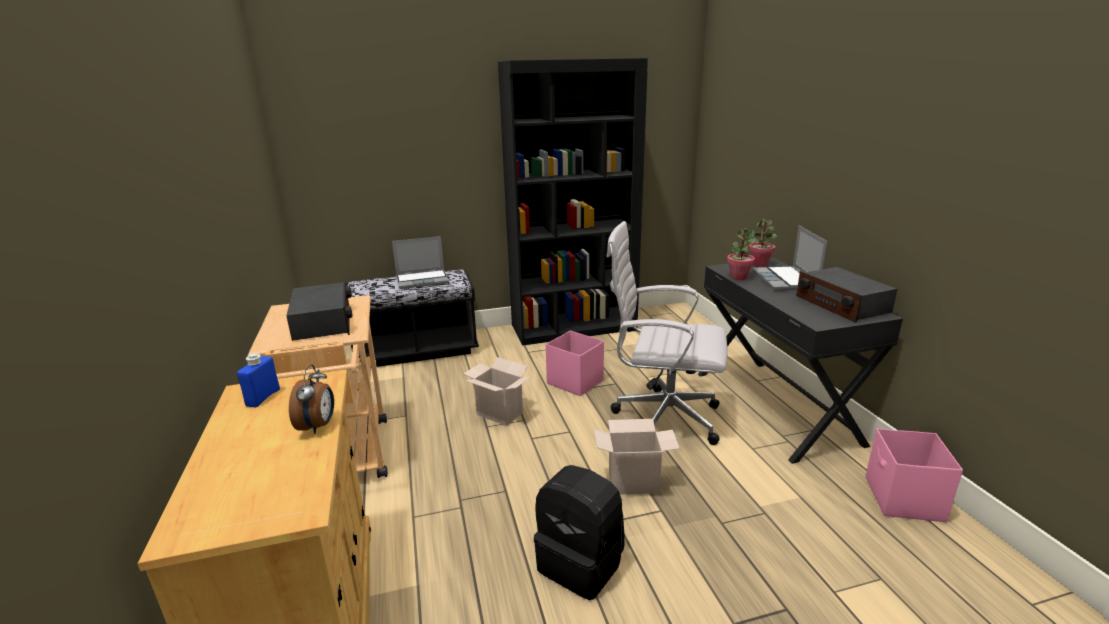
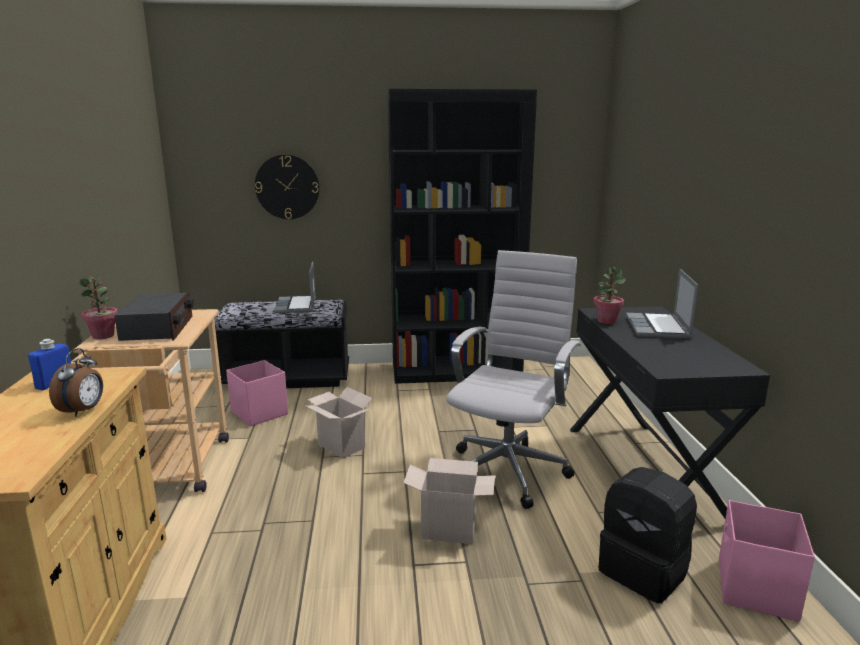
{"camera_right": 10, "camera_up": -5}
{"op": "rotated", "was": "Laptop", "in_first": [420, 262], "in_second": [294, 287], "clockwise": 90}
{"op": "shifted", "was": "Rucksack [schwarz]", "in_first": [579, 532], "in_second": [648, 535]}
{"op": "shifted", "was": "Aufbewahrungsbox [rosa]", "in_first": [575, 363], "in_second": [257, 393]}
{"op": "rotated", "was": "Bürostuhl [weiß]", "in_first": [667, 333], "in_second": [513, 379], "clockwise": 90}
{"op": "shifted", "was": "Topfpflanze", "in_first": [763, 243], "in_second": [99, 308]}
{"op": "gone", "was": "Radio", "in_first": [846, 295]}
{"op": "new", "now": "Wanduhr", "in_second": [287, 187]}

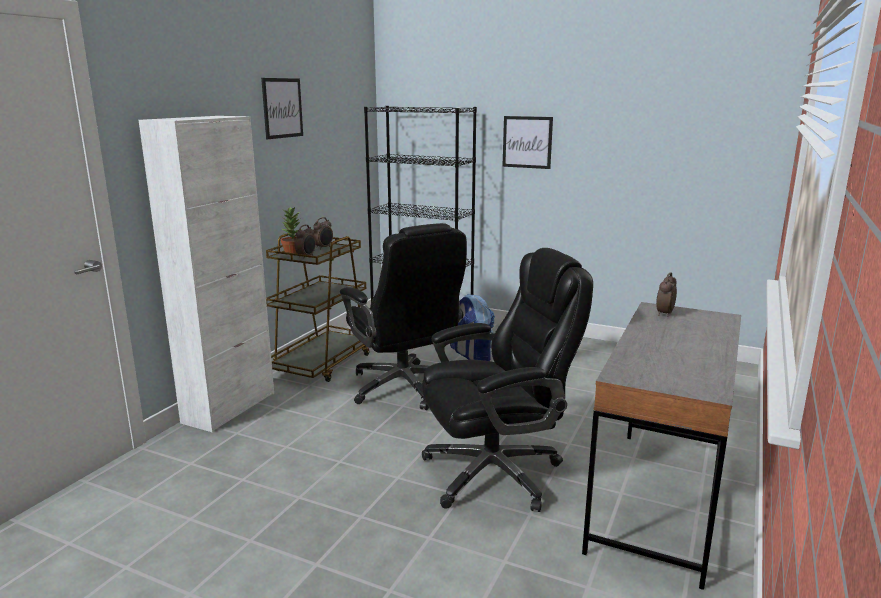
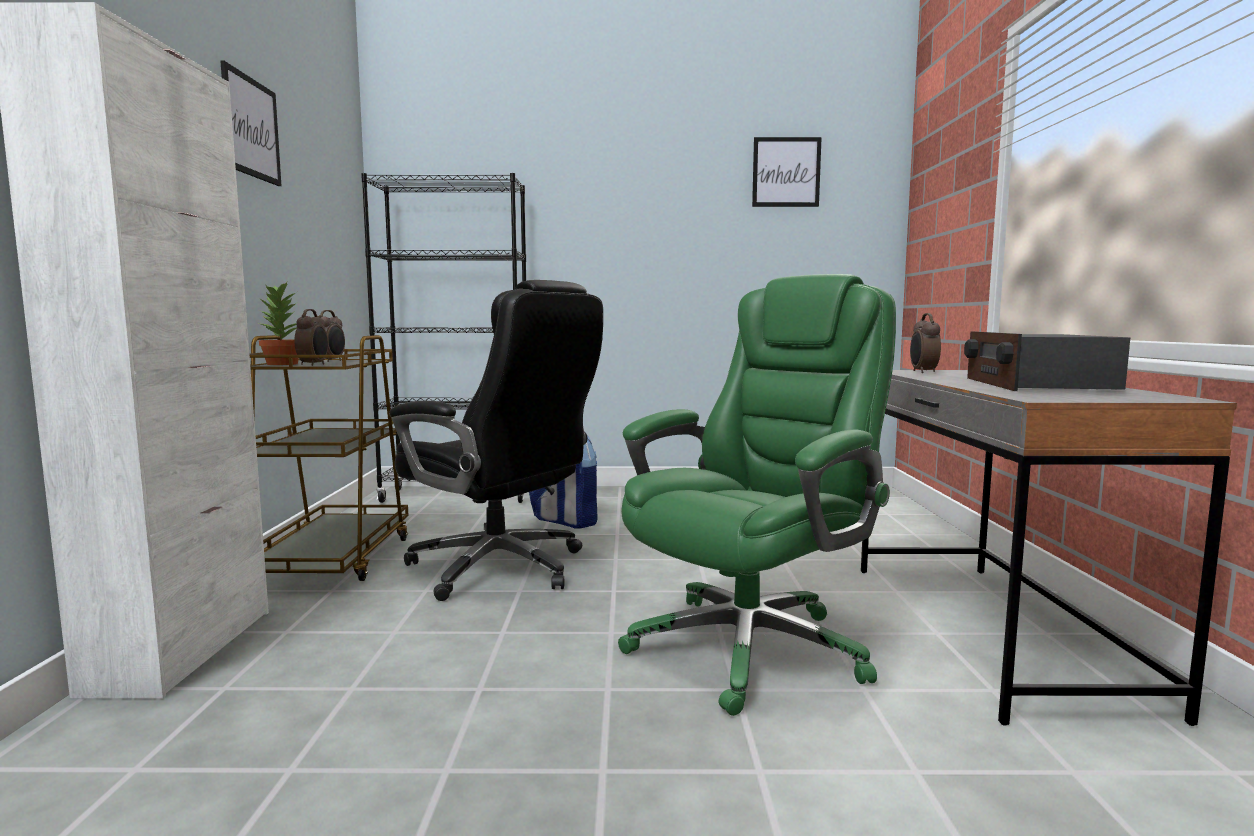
{"camera_right": -25, "camera_up": -10}
{"op": "repainted", "was": "Bürostuhl [schwarz]", "now": "Bürostuhl [grün]", "in_first": [507, 380], "in_second": [757, 495]}
{"op": "shifted", "was": "Bild", "in_first": [527, 142], "in_second": [787, 172]}
{"op": "new", "now": "Radio", "in_second": [1047, 361]}

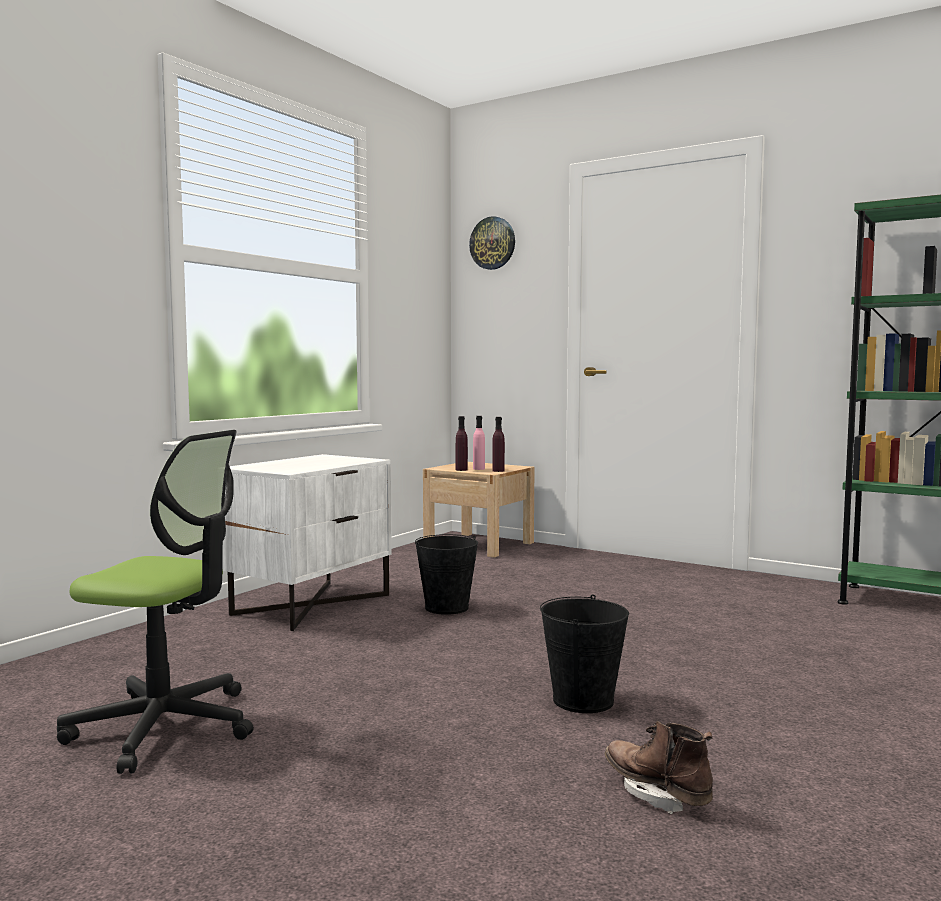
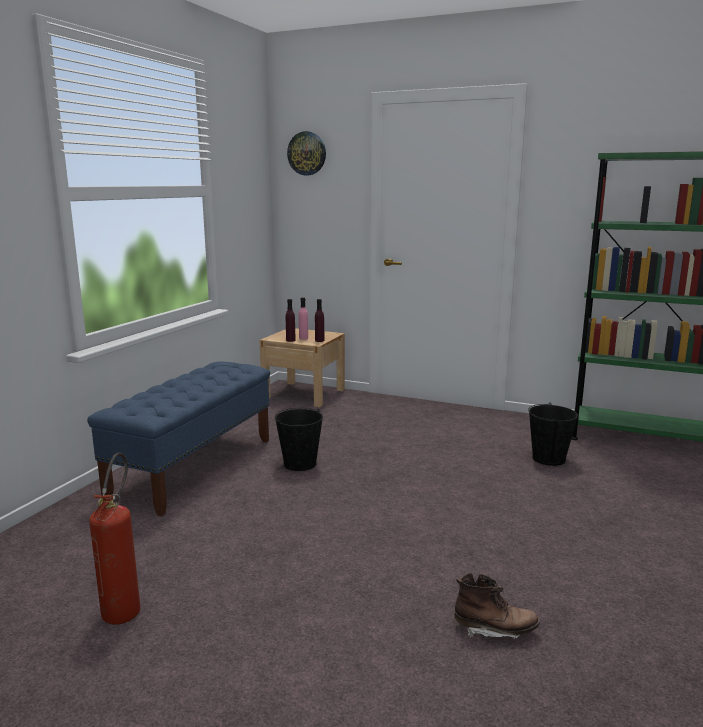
{"camera_right": -10, "camera_up": 10}
{"op": "swapped", "was": "Bürostuhl", "now": "Feuerlöscher", "in_first": [155, 602], "in_second": [114, 538]}
{"op": "swapped", "was": "Nachttisch [weiß]", "now": "Bank [blau]", "in_first": [307, 542], "in_second": [178, 438]}
{"op": "shifted", "was": "Eimer [schwarz]", "in_first": [584, 653], "in_second": [553, 434]}
{"op": "rotated", "was": "Stiefel [braun]", "in_first": [658, 767], "in_second": [497, 606], "clockwise": 150}

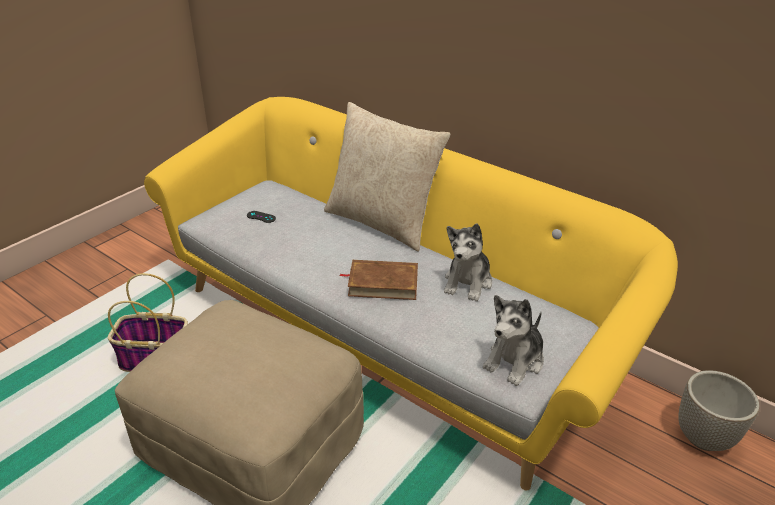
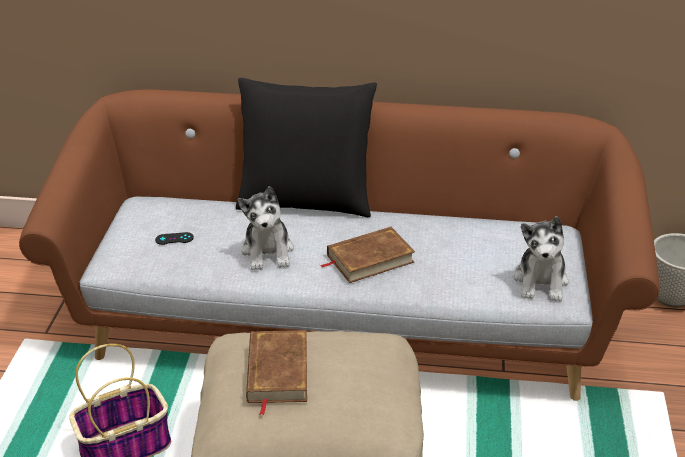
{"camera_right": -30, "camera_up": 0}
{"op": "repainted", "was": "Sofa [gelb]", "now": "Sofa [braun]", "in_first": [411, 294], "in_second": [339, 245]}
{"op": "repainted", "was": "Kissen [beige]", "now": "Kissen [schwarz]", "in_first": [387, 177], "in_second": [306, 147]}
{"op": "shifted", "was": "Plüschtier", "in_first": [468, 262], "in_second": [265, 228]}
{"op": "new", "now": "Buch [braun]", "in_second": [276, 372]}

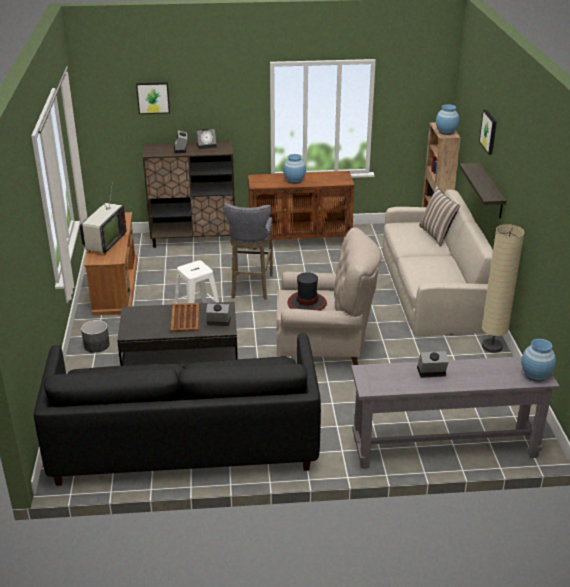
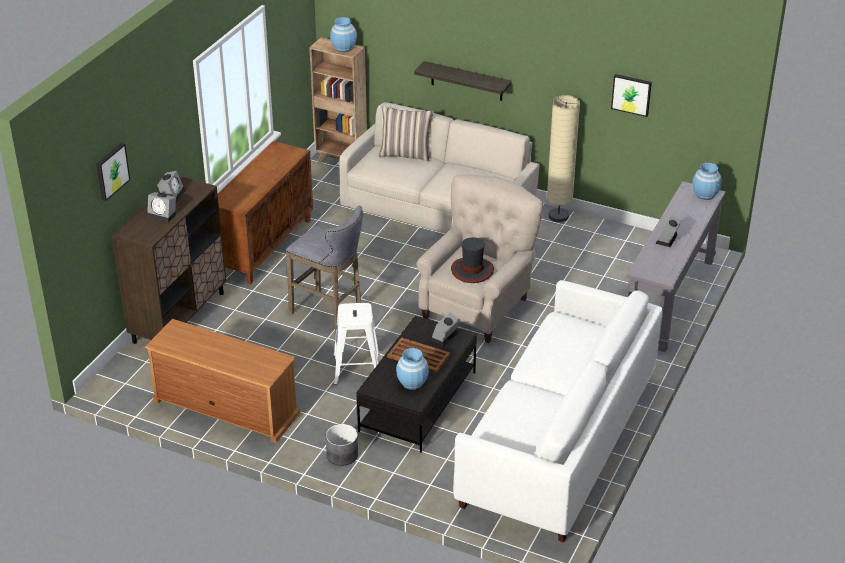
{"camera_right": -60, "camera_up": 5}
{"op": "repainted", "was": "Sofa [schwarz]", "now": "Sofa [weiß]", "in_first": [177, 409], "in_second": [558, 411]}
{"op": "gone", "was": "Fernseher", "in_first": [103, 218]}
{"op": "shifted", "was": "Vase [blau]", "in_first": [294, 169], "in_second": [412, 369]}
{"op": "shifted", "was": "Bild", "in_first": [488, 132], "in_second": [631, 95]}

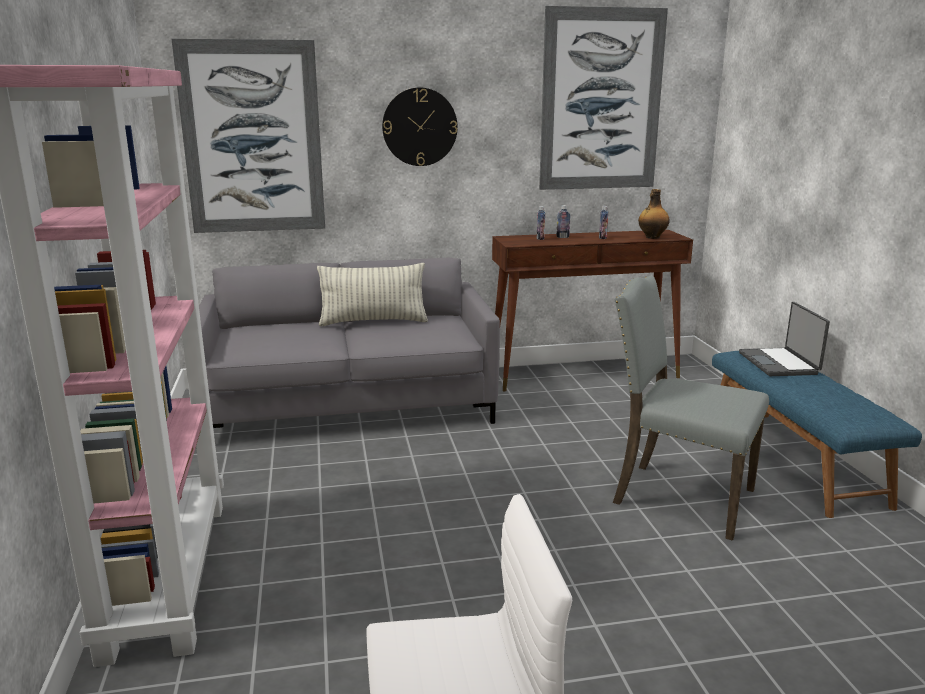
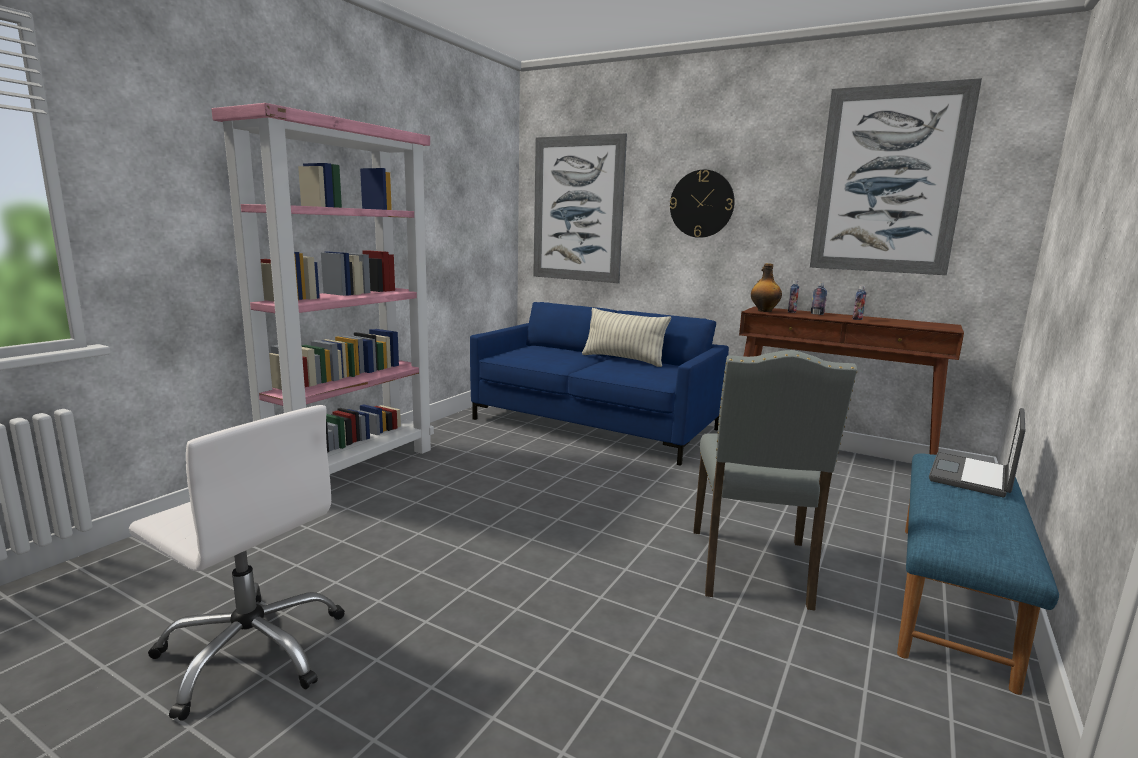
{"camera_right": 40, "camera_up": -5}
{"op": "repainted", "was": "Sofa [grau]", "now": "Sofa [blau]", "in_first": [349, 342], "in_second": [599, 384]}
{"op": "rotated", "was": "Stuhl [grau]", "in_first": [691, 408], "in_second": [775, 480], "clockwise": -150}
{"op": "shifted", "was": "Flasche", "in_first": [654, 214], "in_second": [766, 287]}

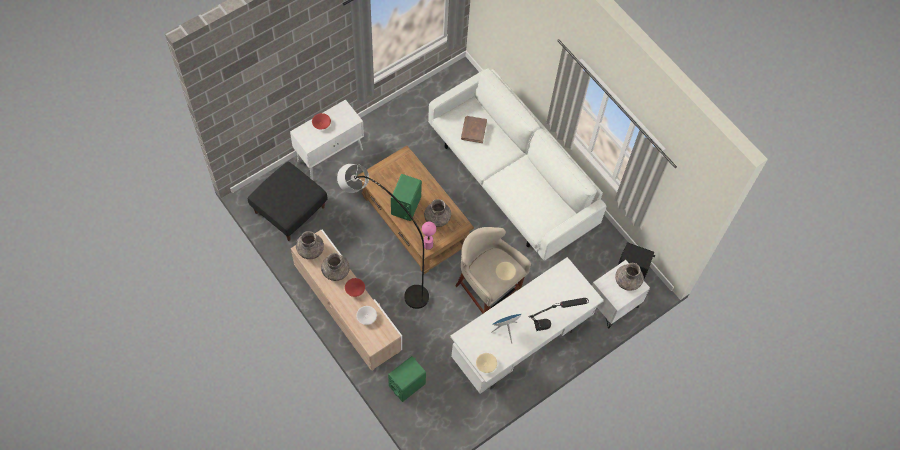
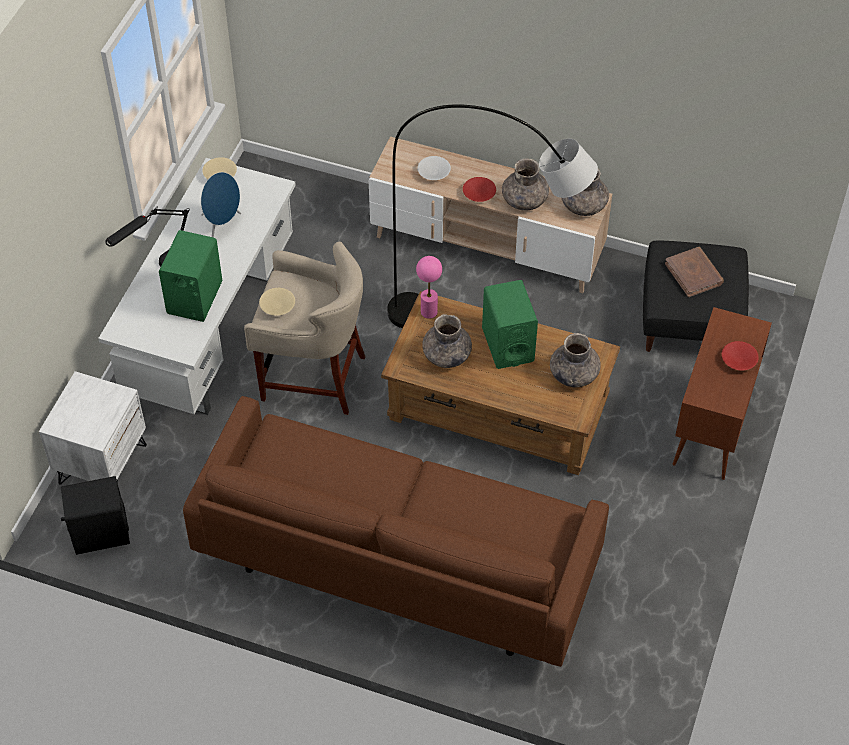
{"camera_right": 150, "camera_up": -10}
{"op": "repainted", "was": "Schrank [weiß]", "now": "Schrank [braun]", "in_first": [327, 139], "in_second": [722, 393]}
{"op": "shifted", "was": "Lautsprecher [grün]", "in_first": [407, 379], "in_second": [190, 276]}
{"op": "repainted", "was": "Sofa [weiß]", "now": "Sofa [braun]", "in_first": [517, 164], "in_second": [396, 531]}
{"op": "shifted", "was": "Buch [braun]", "in_first": [474, 129], "in_second": [694, 272]}
{"op": "shifted", "was": "Vase [grau]", "in_first": [629, 277], "in_second": [575, 360]}

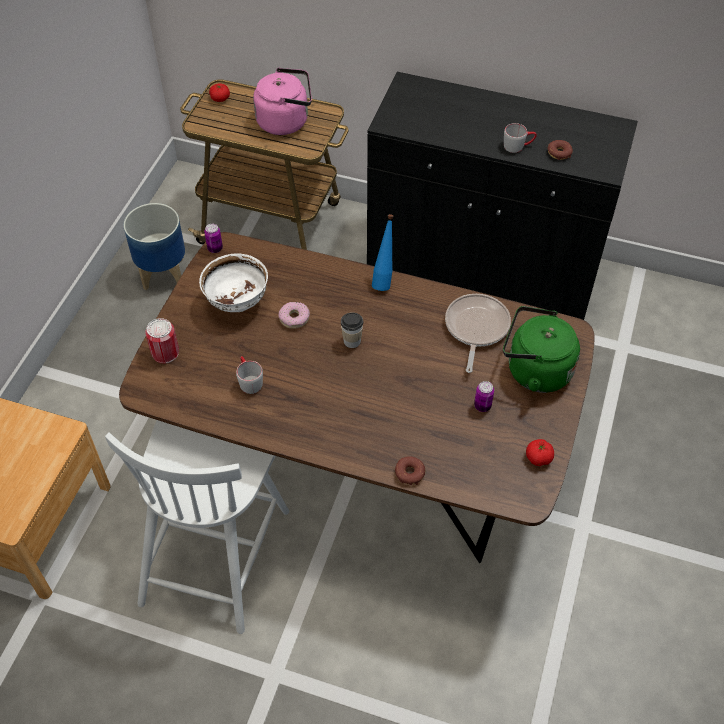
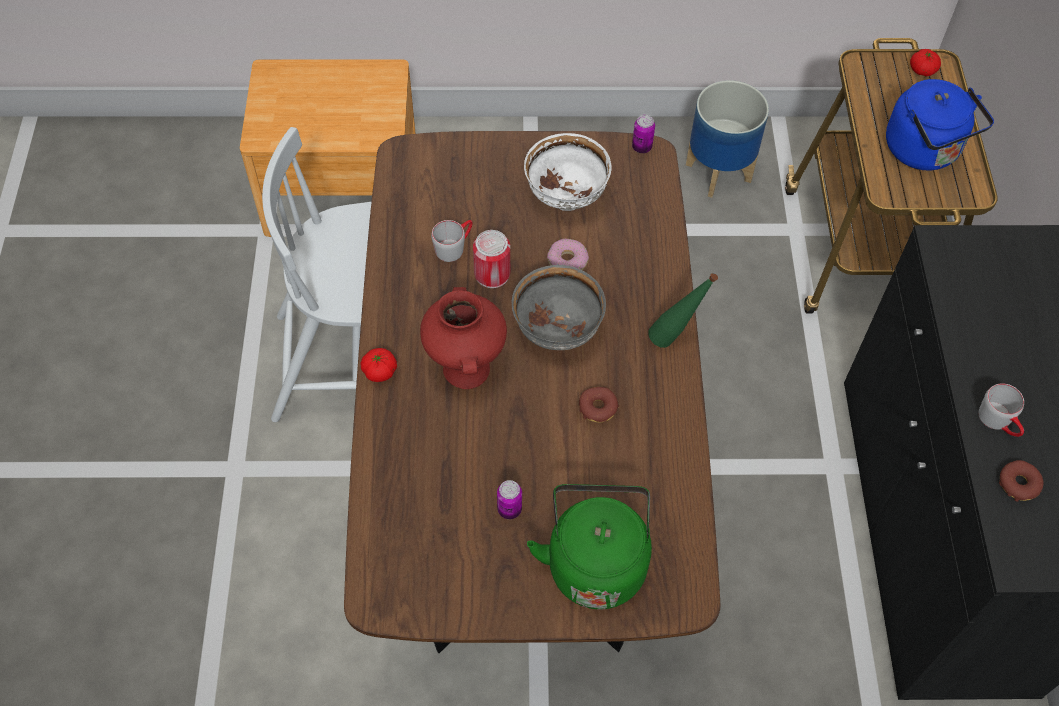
{"camera_right": 70, "camera_up": 5}
{"op": "shifted", "was": "Dose", "in_first": [162, 341], "in_second": [491, 259]}
{"op": "repainted", "was": "Wasserkessel [rosa]", "now": "Wasserkessel [blau]", "in_first": [282, 101], "in_second": [940, 124]}
{"op": "swapped", "was": "Tasse", "now": "Schüssel [grau]", "in_first": [352, 330], "in_second": [559, 307]}
{"op": "repainted", "was": "Flasche [blau]", "now": "Flasche [grün]", "in_first": [382, 252], "in_second": [683, 310]}
{"op": "shifted", "was": "Donut", "in_first": [410, 470], "in_second": [599, 405]}
{"op": "gone", "was": "Pfanne", "in_first": [478, 333]}
{"op": "shifted", "was": "Tomate", "in_first": [540, 452], "in_second": [378, 365]}
{"op": "new", "now": "Vase [rot]", "in_second": [463, 338]}

